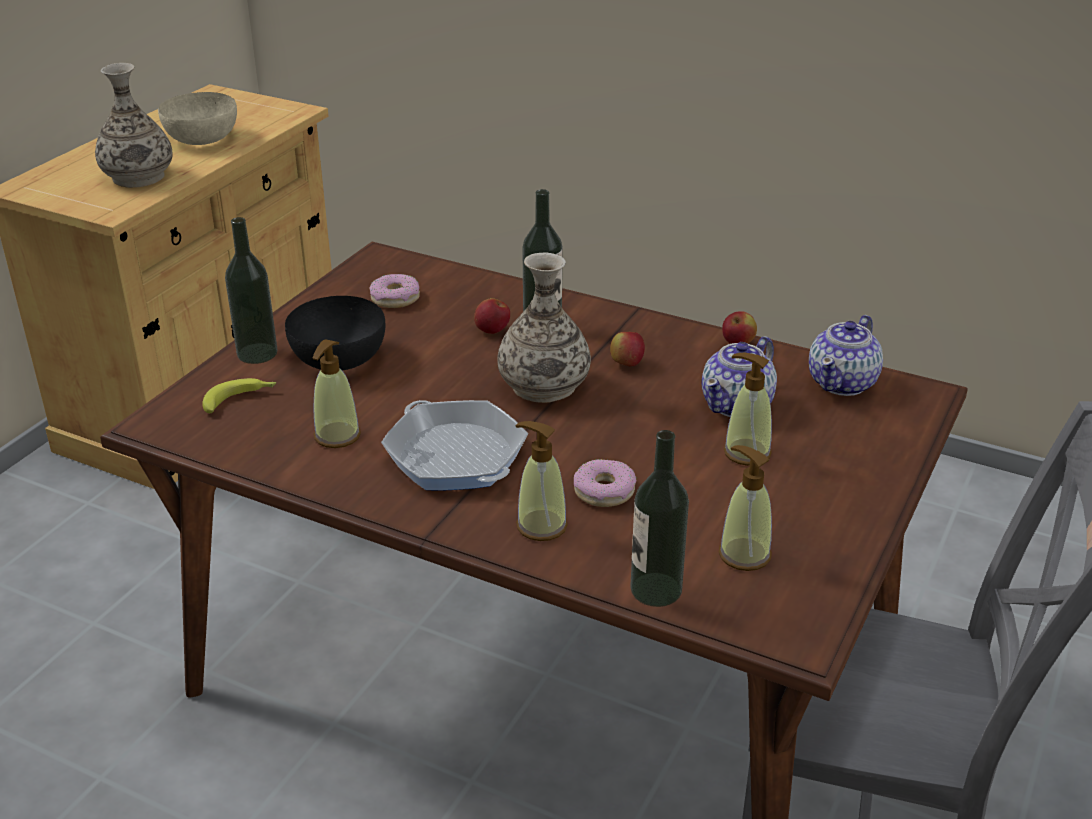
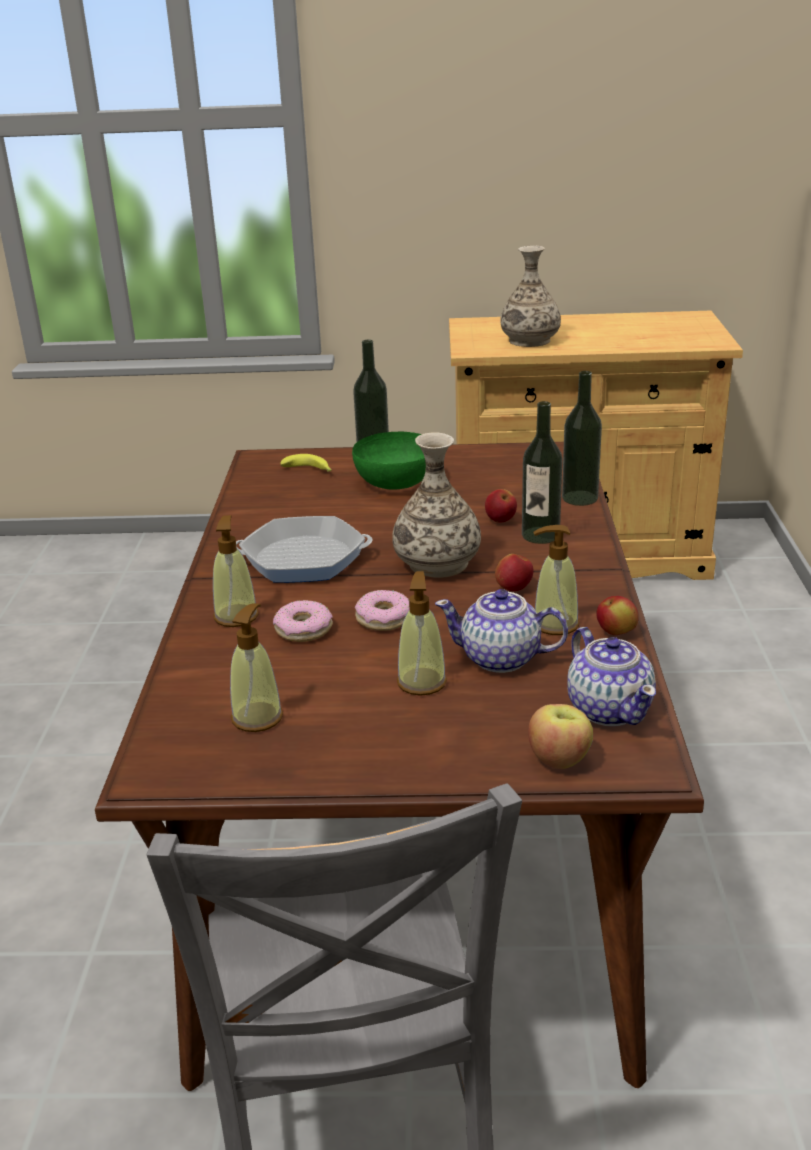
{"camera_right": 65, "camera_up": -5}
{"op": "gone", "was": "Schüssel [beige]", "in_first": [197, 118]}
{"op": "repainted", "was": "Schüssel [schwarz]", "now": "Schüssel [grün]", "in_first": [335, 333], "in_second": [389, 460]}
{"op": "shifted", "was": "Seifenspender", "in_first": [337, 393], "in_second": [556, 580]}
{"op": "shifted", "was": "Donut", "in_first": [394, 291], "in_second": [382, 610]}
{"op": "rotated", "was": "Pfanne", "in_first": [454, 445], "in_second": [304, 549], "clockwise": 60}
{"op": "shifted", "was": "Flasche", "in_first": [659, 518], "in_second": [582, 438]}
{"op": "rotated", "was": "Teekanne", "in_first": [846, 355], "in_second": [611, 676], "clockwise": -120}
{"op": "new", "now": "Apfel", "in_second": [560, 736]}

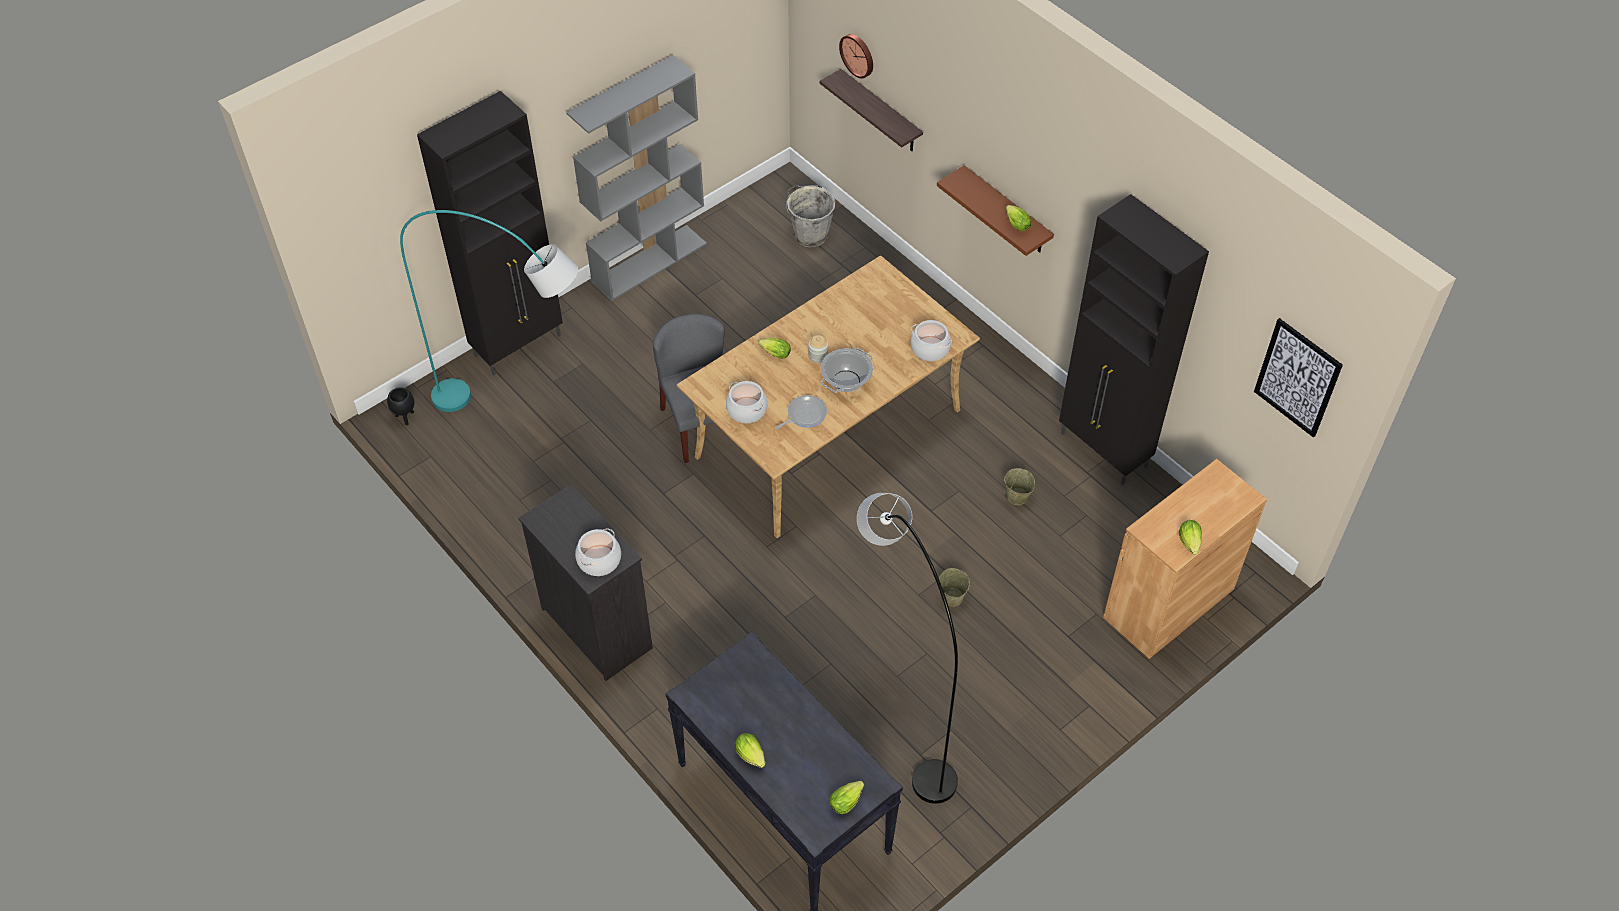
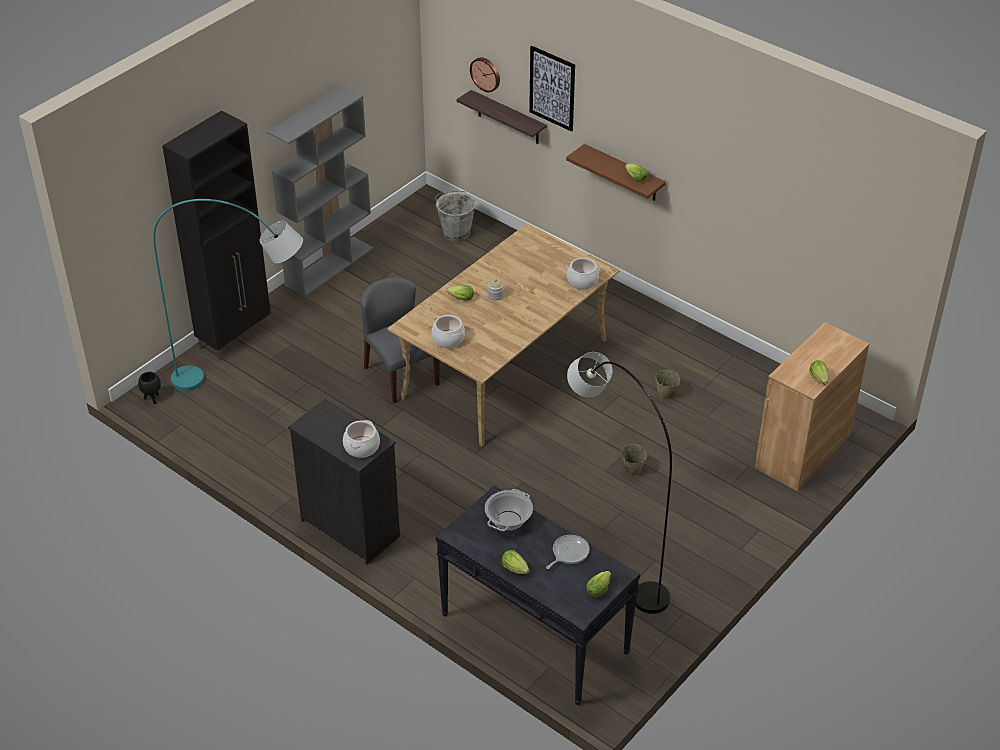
{"camera_right": -10, "camera_up": -10}
{"op": "shifted", "was": "Pfanne", "in_first": [801, 412], "in_second": [567, 552]}
{"op": "shifted", "was": "Kochtopf", "in_first": [847, 370], "in_second": [509, 510]}
{"op": "gone", "was": "Schrank [schwarz]", "in_first": [1134, 339]}
{"op": "shifted", "was": "Bild", "in_first": [1298, 378], "in_second": [552, 89]}

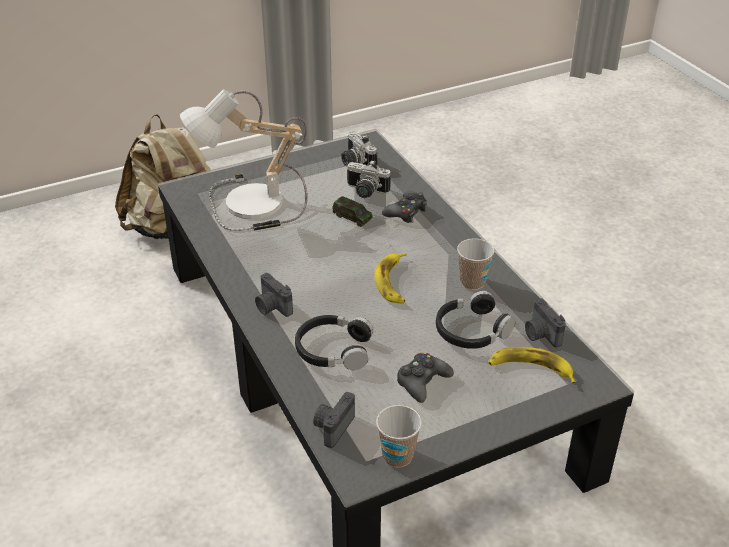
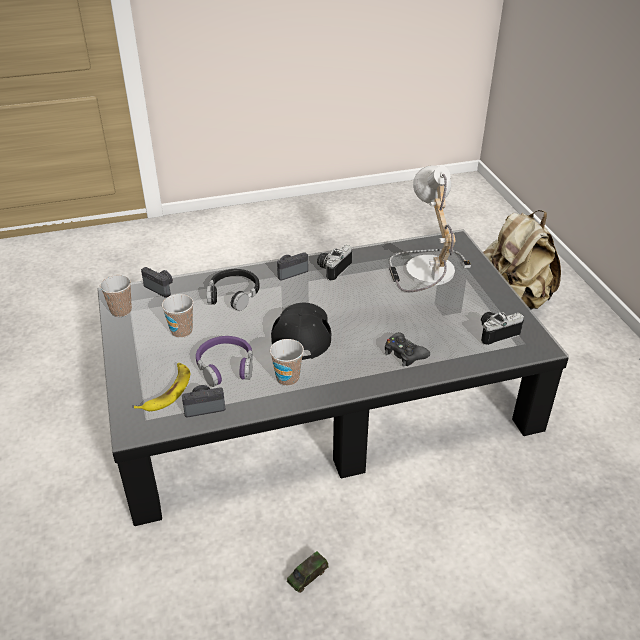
{"camera_right": 100, "camera_up": 0}
{"op": "shifted", "was": "Spielzeugauto", "in_first": [352, 211], "in_second": [308, 572]}
{"op": "shifted", "was": "Kamera", "in_first": [369, 179], "in_second": [334, 263]}
{"op": "swapped", "was": "Banane", "now": "Kappe [schwarz]", "in_first": [391, 278], "in_second": [301, 331]}
{"op": "swapped", "was": "Gamepad [schwarz]", "now": "Tasse", "in_first": [425, 378], "in_second": [178, 316]}
{"op": "repainted", "was": "Kopfhörer [schwarz]", "now": "Kopfhörer [lila]", "in_first": [475, 320], "in_second": [224, 361]}

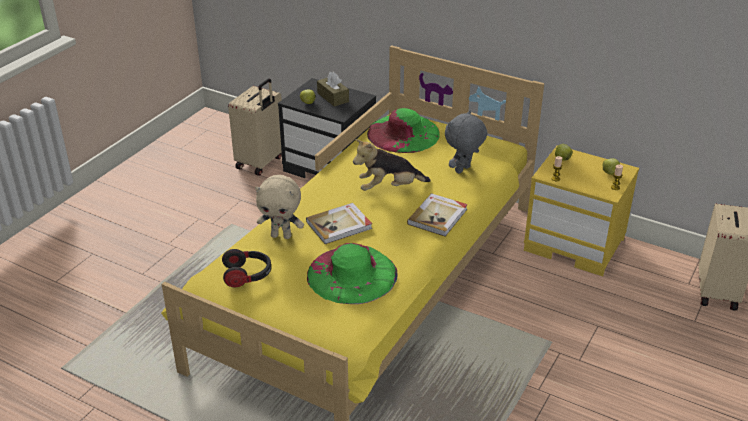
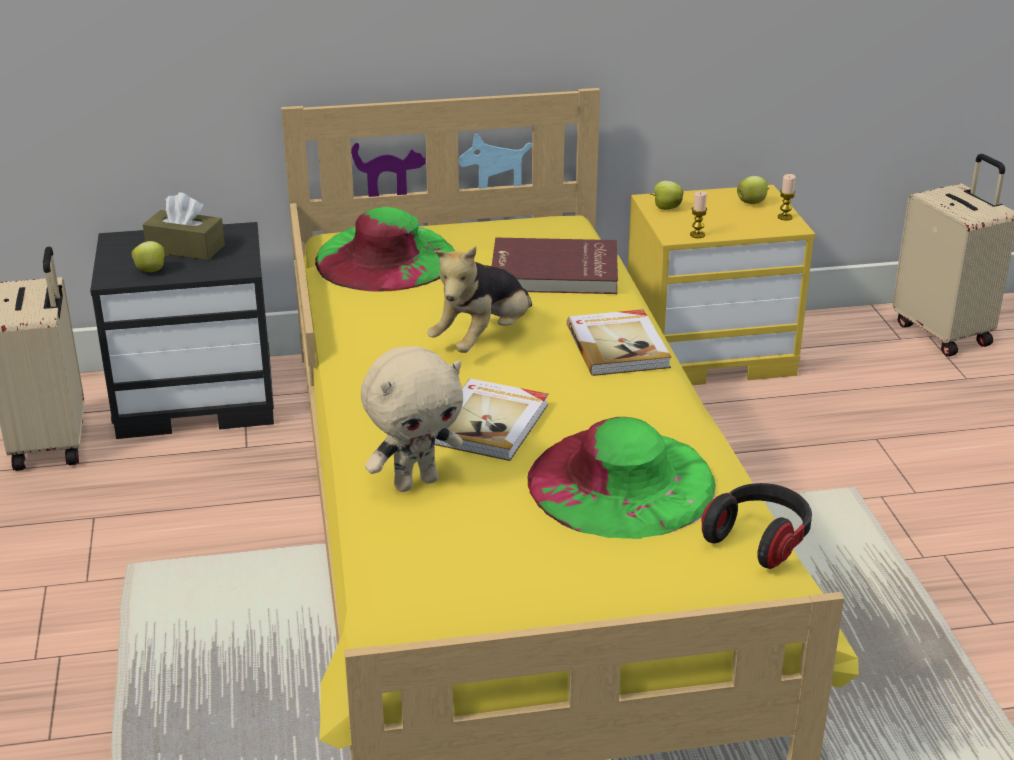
{"camera_right": -40, "camera_up": -5}
{"op": "shifted", "was": "Kopfhörer", "in_first": [246, 268], "in_second": [757, 526]}
{"op": "swapped", "was": "Plüschtier [grau]", "now": "Buch [rot]", "in_first": [466, 142], "in_second": [555, 266]}

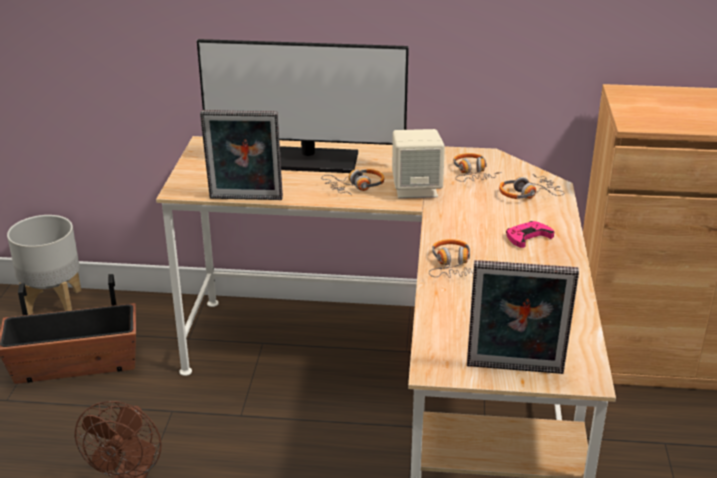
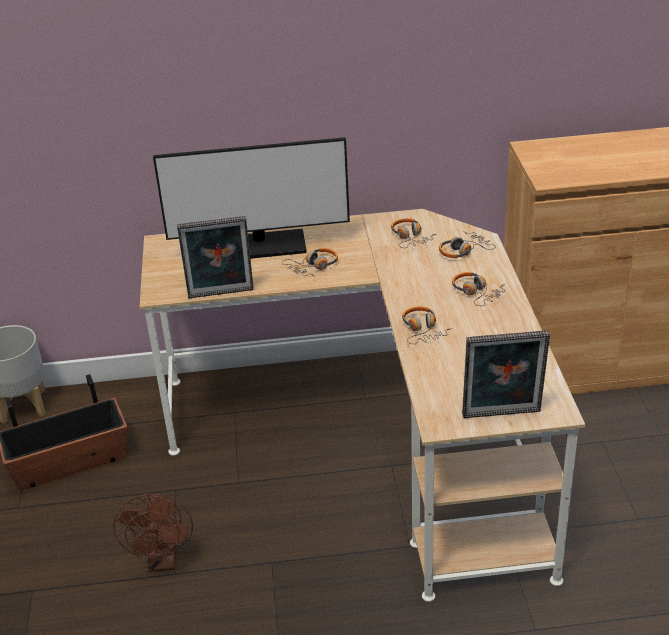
{"camera_right": -10, "camera_up": 5}
{"op": "gone", "was": "Lautsprecher [beige]", "in_first": [418, 164]}
{"op": "swapped", "was": "Gamepad [rosa]", "now": "Kopfhörer", "in_first": [530, 234], "in_second": [478, 289]}

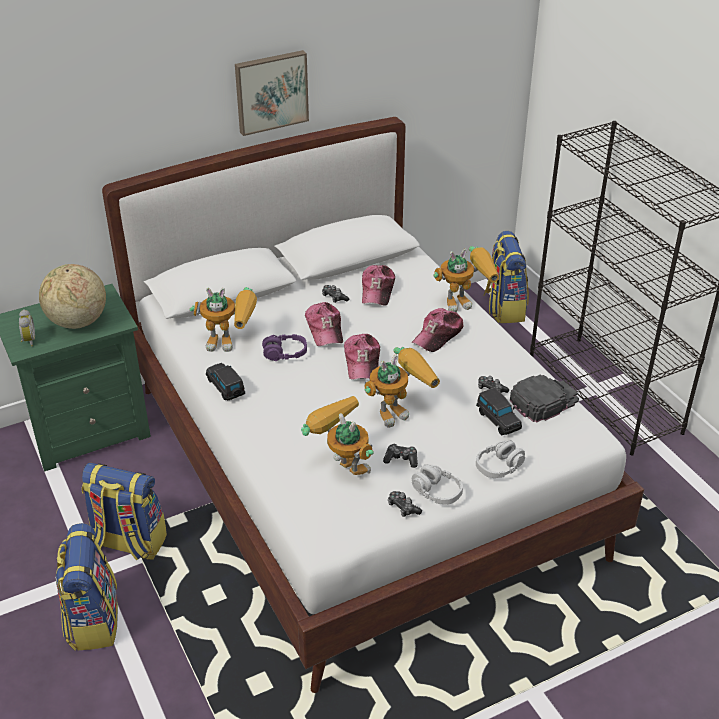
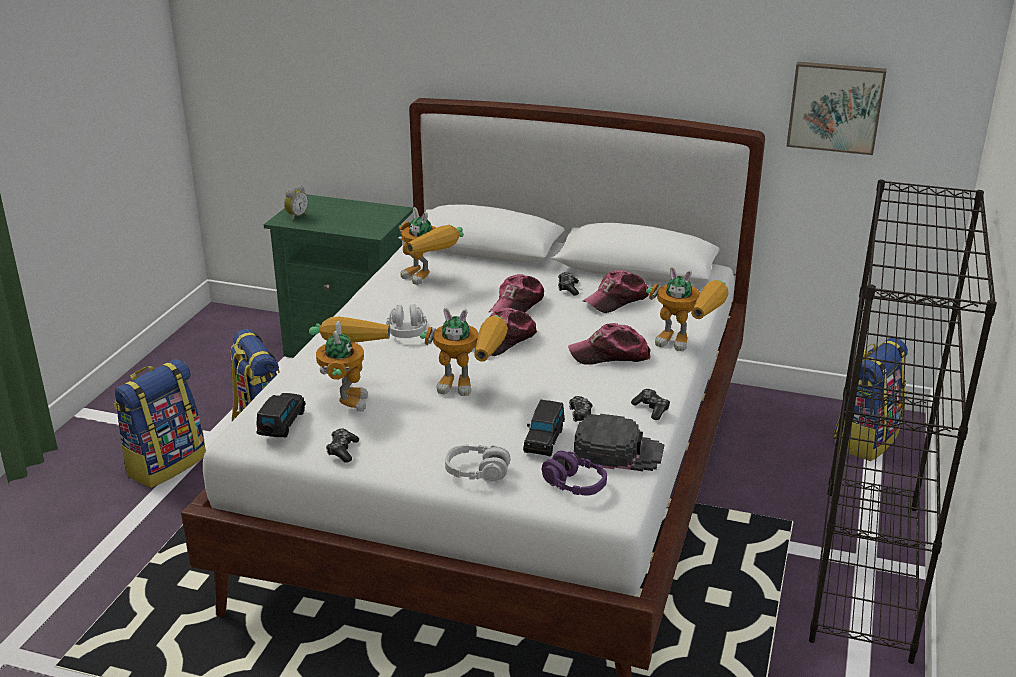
{"camera_right": 45, "camera_up": -10}
{"op": "gone", "was": "Globus", "in_first": [72, 296]}
{"op": "shifted", "was": "Spielzeugauto [schwarz]", "in_first": [225, 382], "in_second": [281, 415]}
{"op": "shifted", "was": "Bild", "in_first": [272, 93], "in_second": [836, 108]}
{"op": "shifted", "was": "Kopfhörer [lila]", "in_first": [284, 347], "in_second": [574, 473]}
{"op": "shifted", "was": "Gamepad", "in_first": [400, 456], "in_second": [650, 404]}
{"op": "shifted", "was": "Kopfhörer [grau]", "in_first": [437, 484], "in_second": [406, 321]}

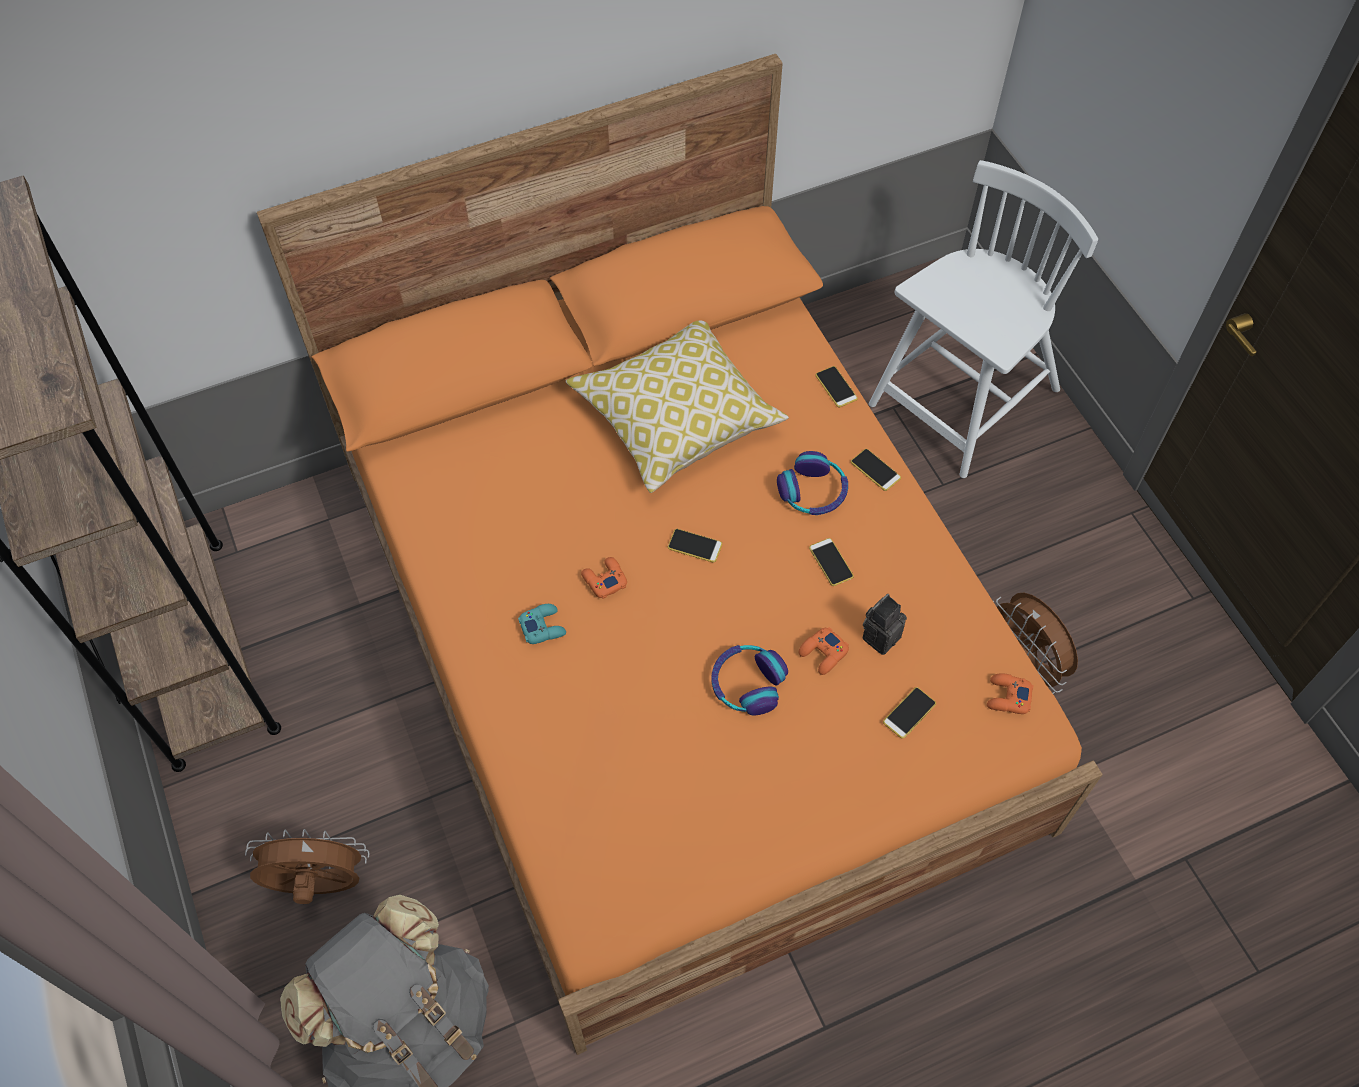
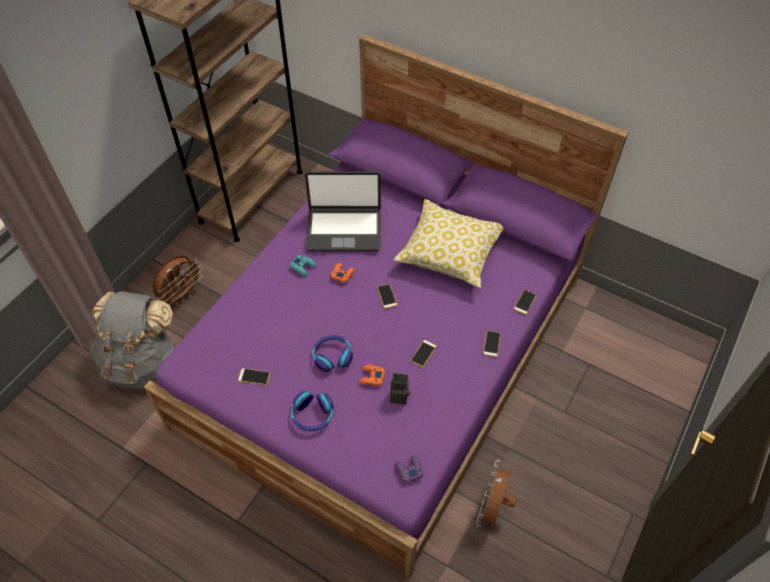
{"camera_right": 55, "camera_up": -5}
{"op": "rotated", "was": "Ventilator [braun]", "in_first": [307, 866], "in_second": [178, 280], "clockwise": 75}
{"op": "repainted", "was": "Bett [orange]", "now": "Bett [lila]", "in_first": [679, 554], "in_second": [386, 306]}
{"op": "shifted", "was": "Kopfhörer", "in_first": [812, 483], "in_second": [312, 411]}
{"op": "gone", "was": "Stuhl [weiß]", "in_first": [983, 319]}
{"op": "shifted", "was": "Handy", "in_first": [909, 713], "in_second": [254, 376]}
{"op": "repainted", "was": "Gamepad [orange]", "now": "Gamepad [lila]", "in_first": [1010, 693], "in_second": [409, 469]}
{"op": "new", "now": "Laptop", "in_second": [343, 211]}

